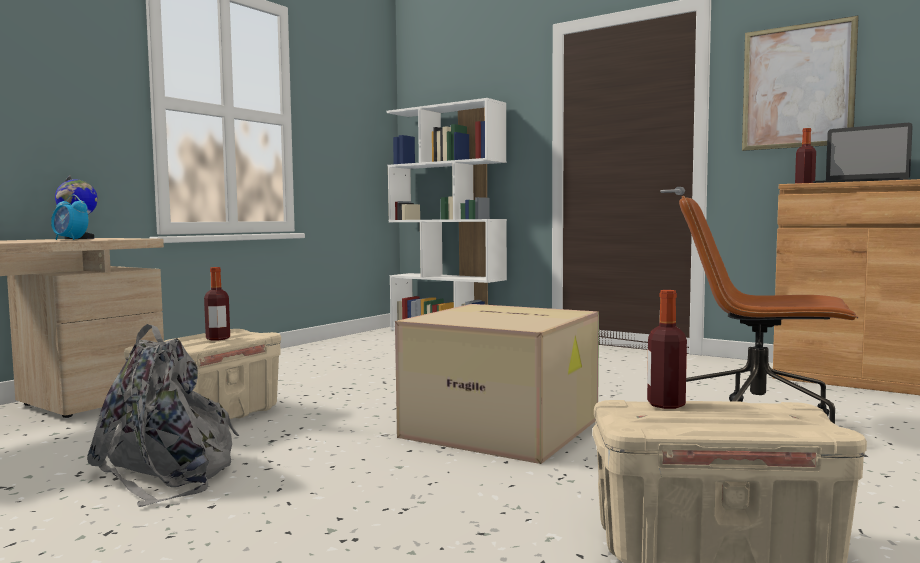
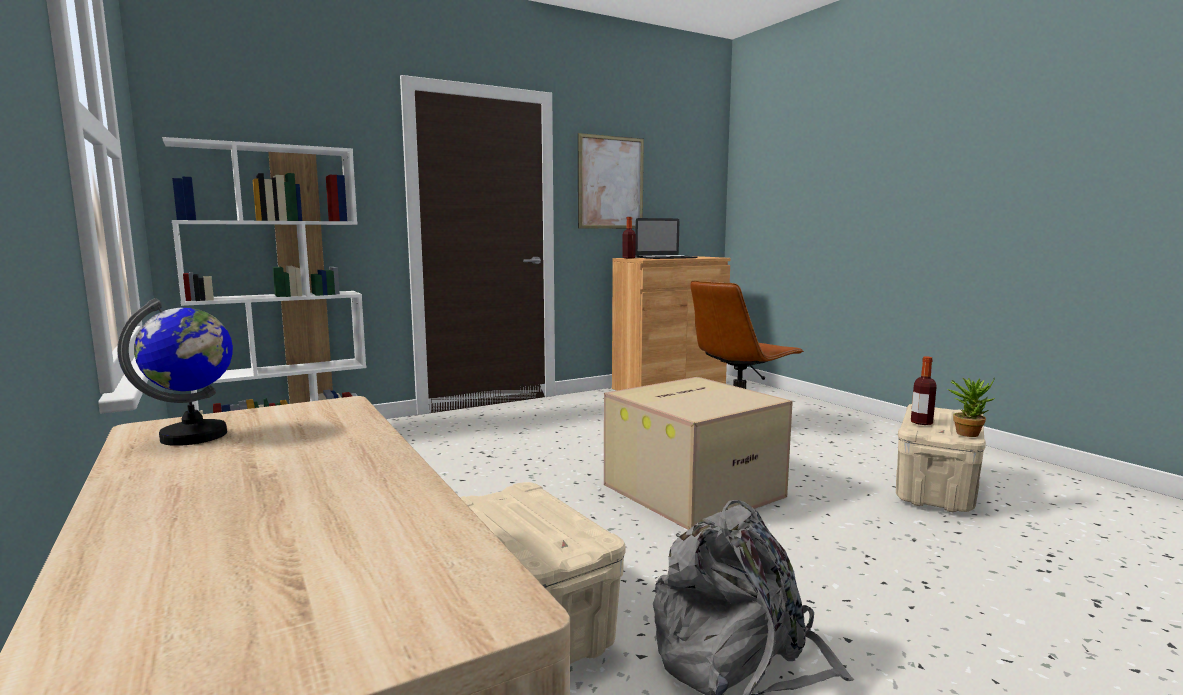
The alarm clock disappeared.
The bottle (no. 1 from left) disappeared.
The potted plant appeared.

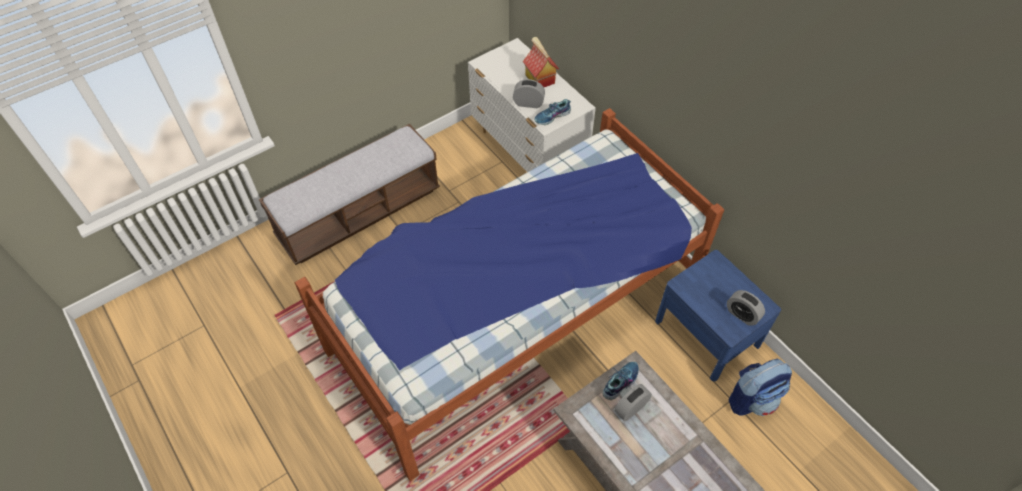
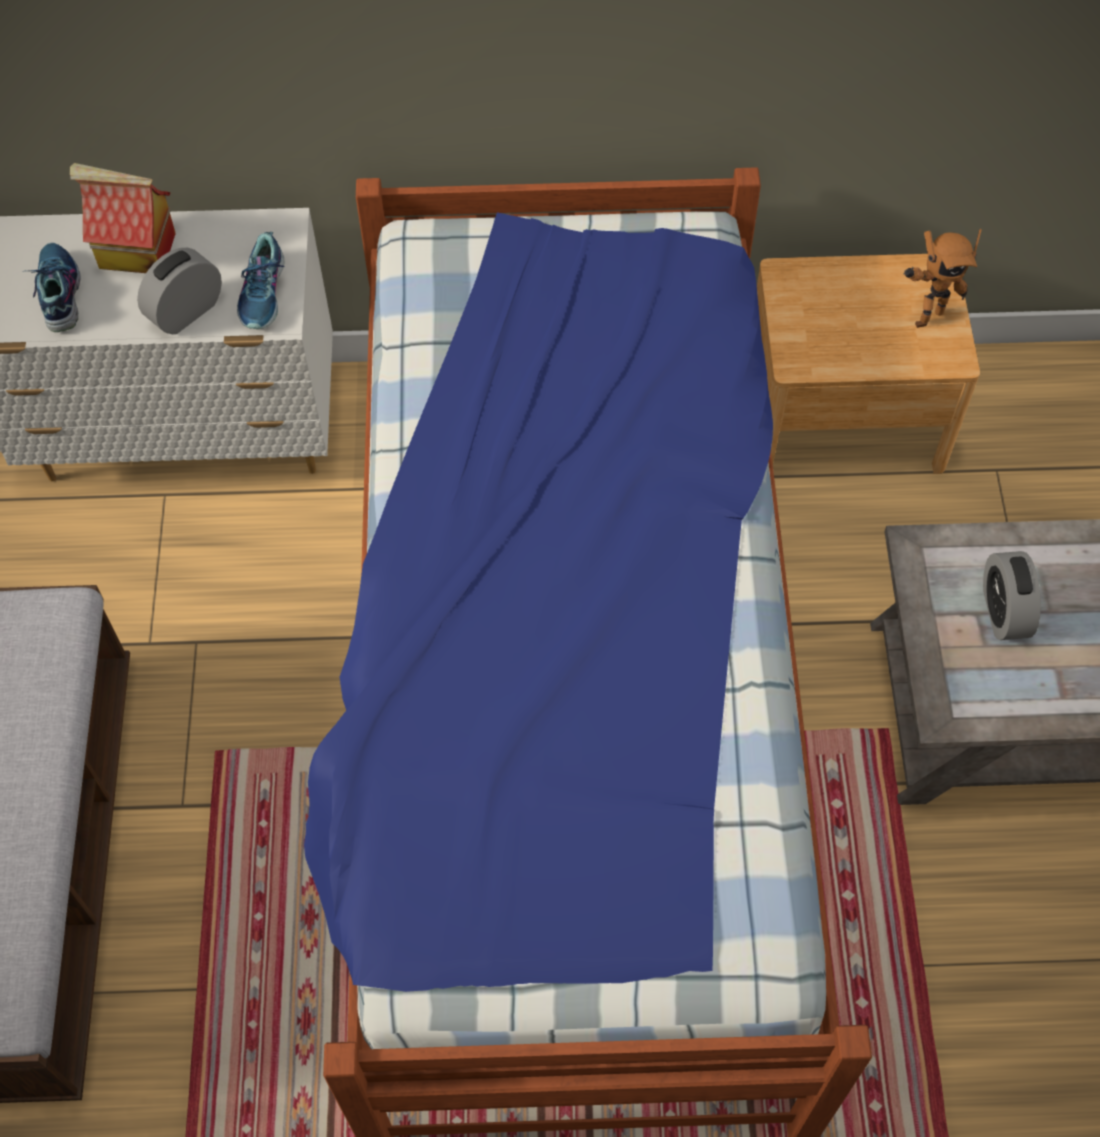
The nightstand/blue became the nightstand/brown.
The alarm clock (no. 3 from left) was replaced by the toy robot.
The backpack disappeared.
The shoe (no. 2 from left in the first image) moved.

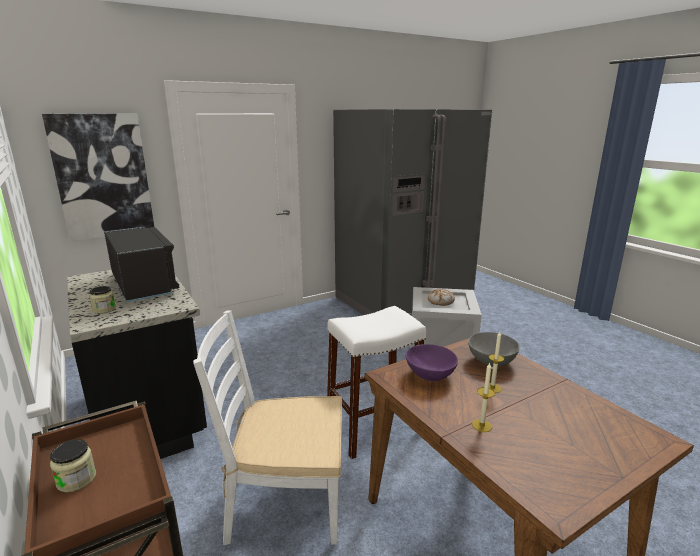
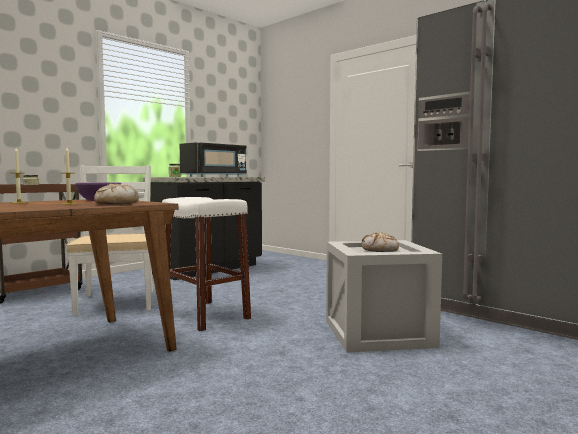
The picture disappeared.
The bowl/grey was replaced by the bread (no. 1 from left).

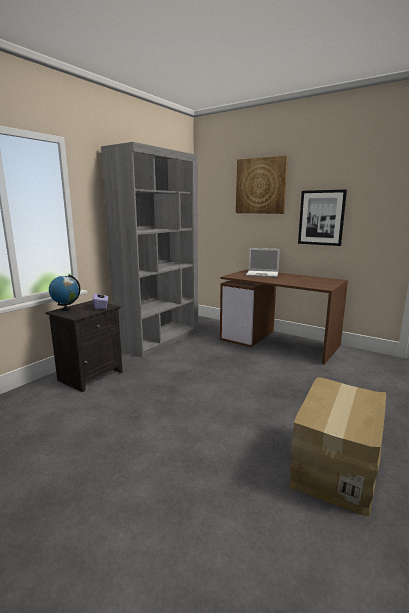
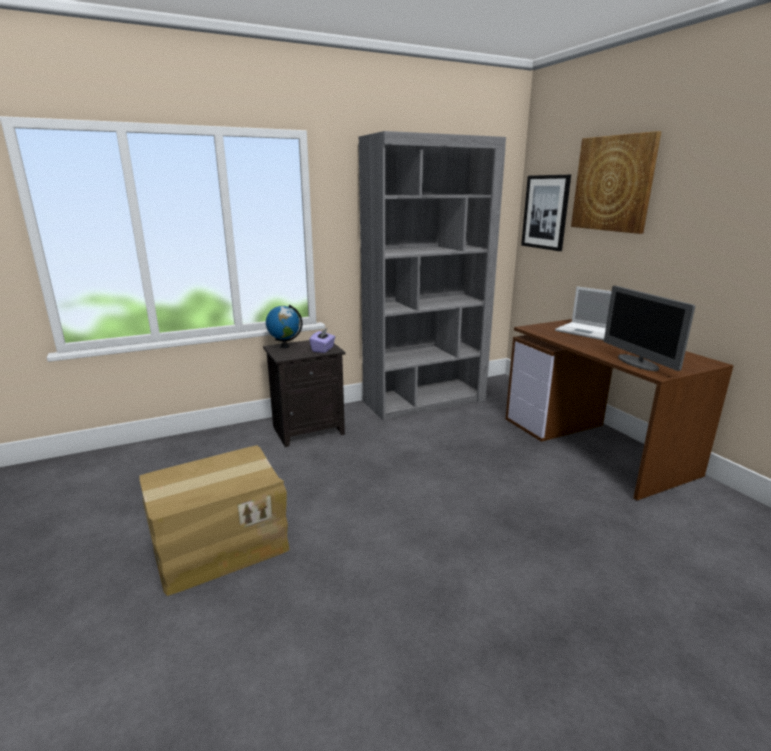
The picture (no. 2 from left in the first image) moved.
The cardboard box moved.
The monitor appeared.

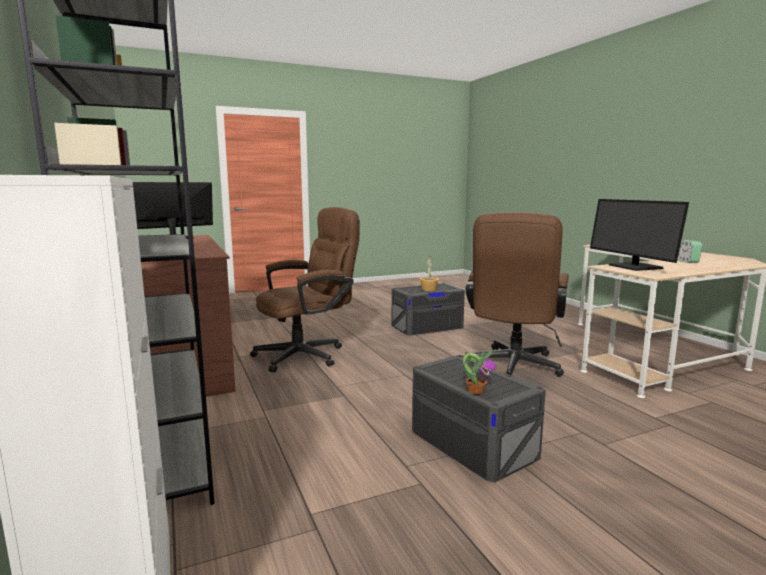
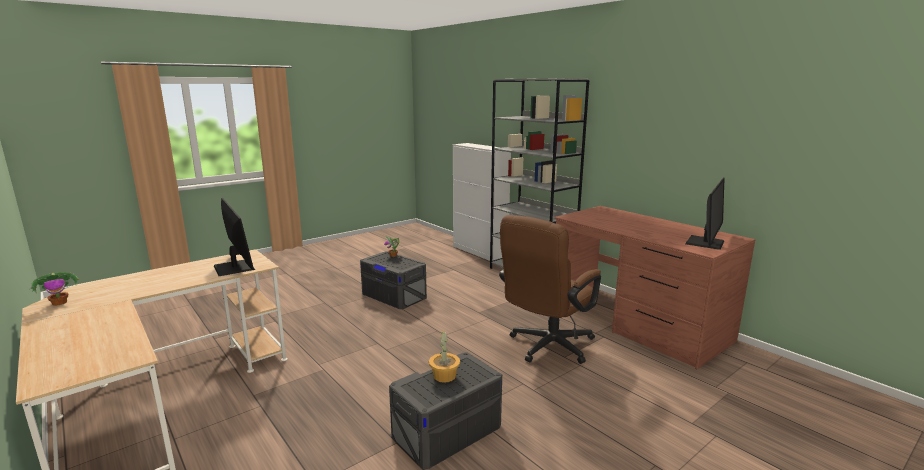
The office chair/brown (no. 2 from left) disappeared.
The alarm clock disappeared.
The potted plant (no. 1 from left) appeared.

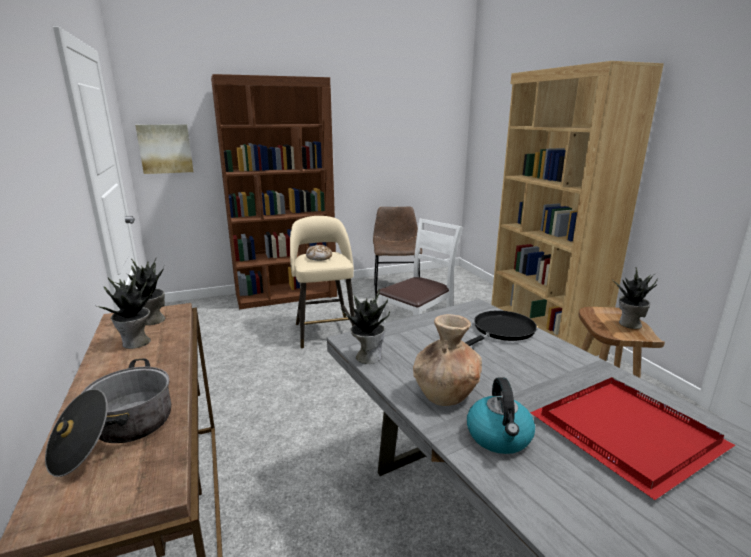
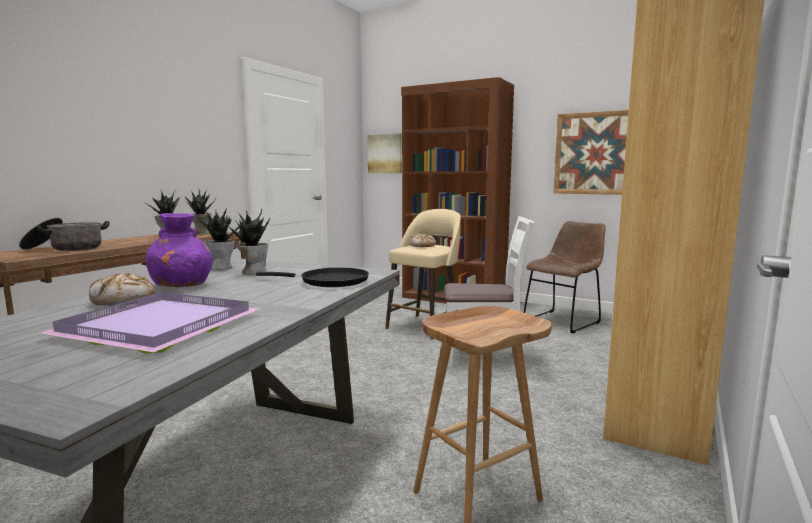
The potted plant (no. 4 from left) moved.
The vase/brown became the vase/purple.
The kettle was replaced by the bread (no. 1 from left).
The tray/red became the tray/purple.
The picture (no. 2 from left) appeared.

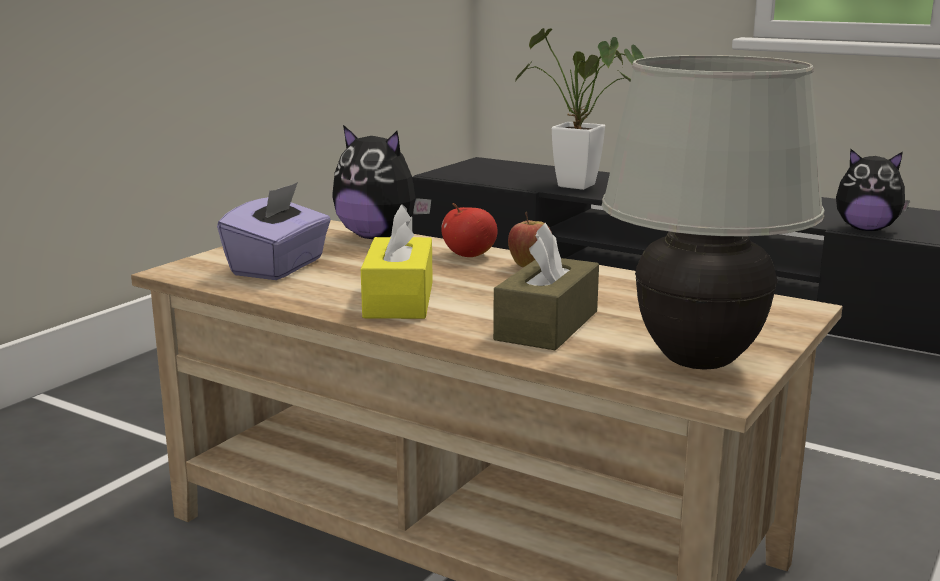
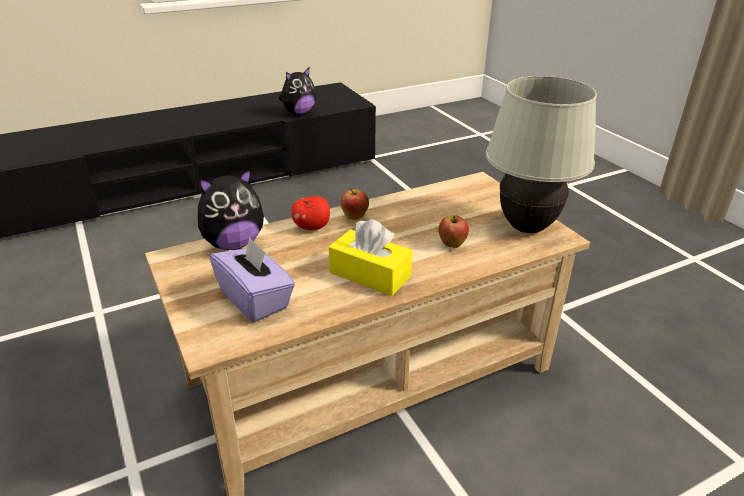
The potted plant disappeared.
The tissue box/brown was replaced by the apple (no. 3 from left).

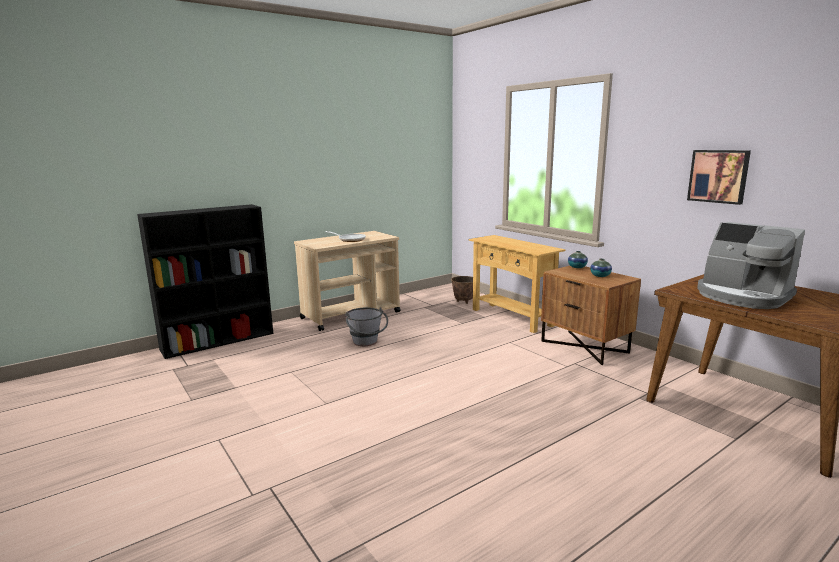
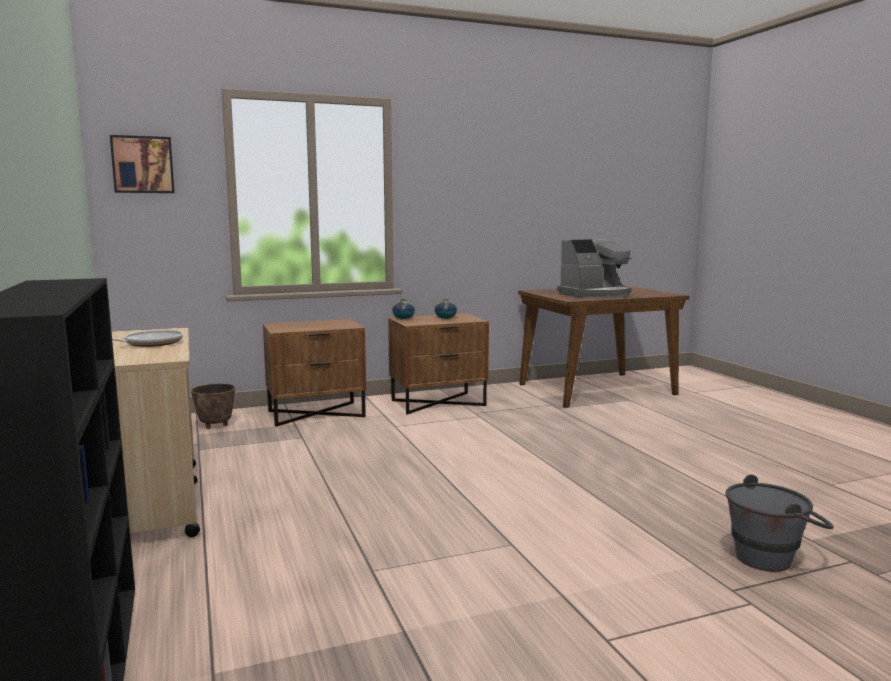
The picture moved.
The console table/beige was replaced by the nightstand/brown (no. 1 from left).
The bucket/grey moved.

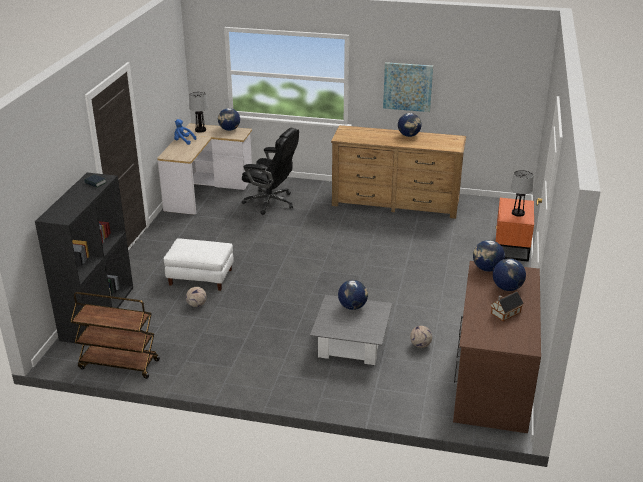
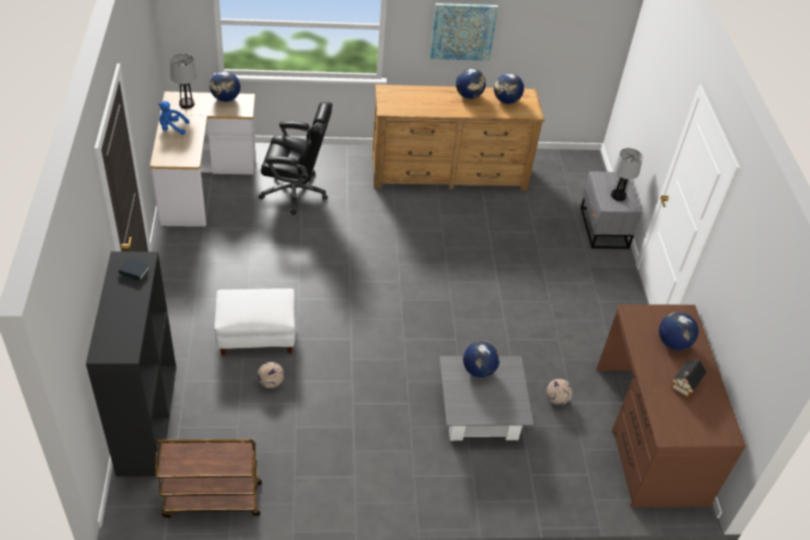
The nightstand/orange became the nightstand/grey.
The globe (no. 4 from left) moved.

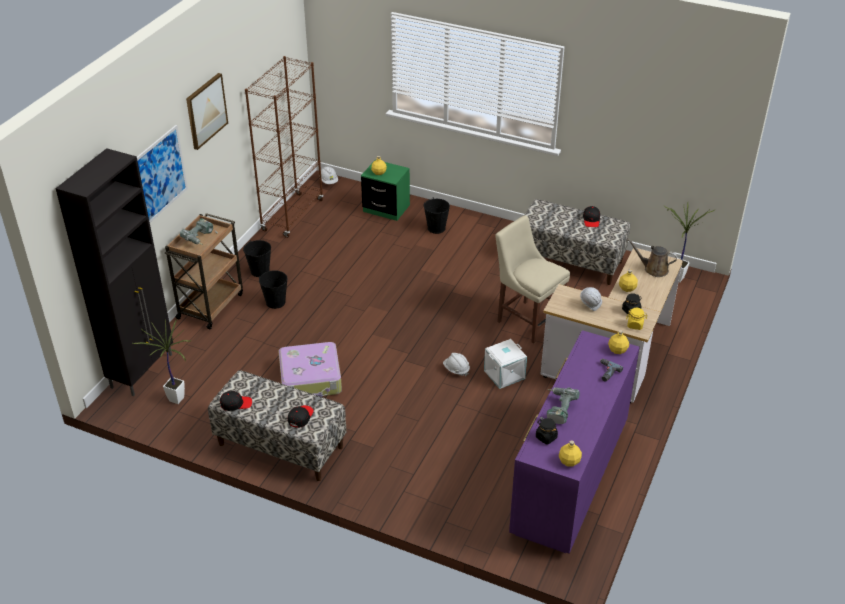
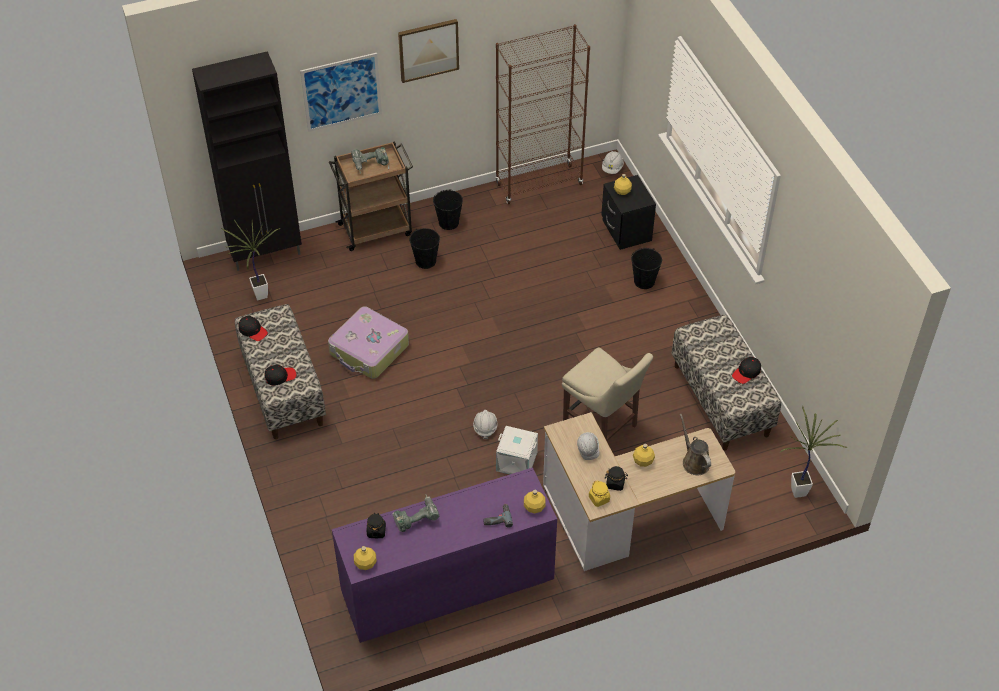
The nightstand/green became the nightstand/black.
The chair/beige turned 135 degrees clockwise.

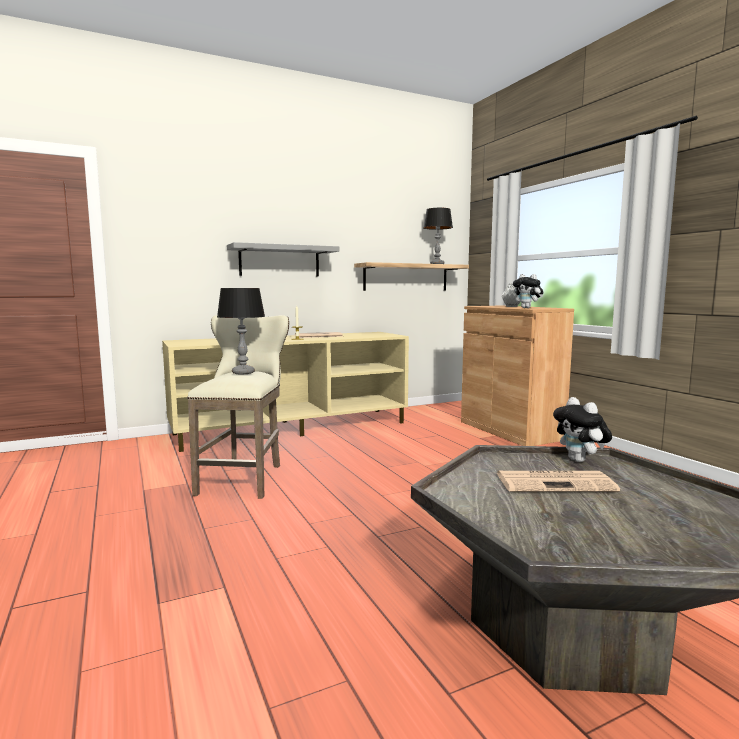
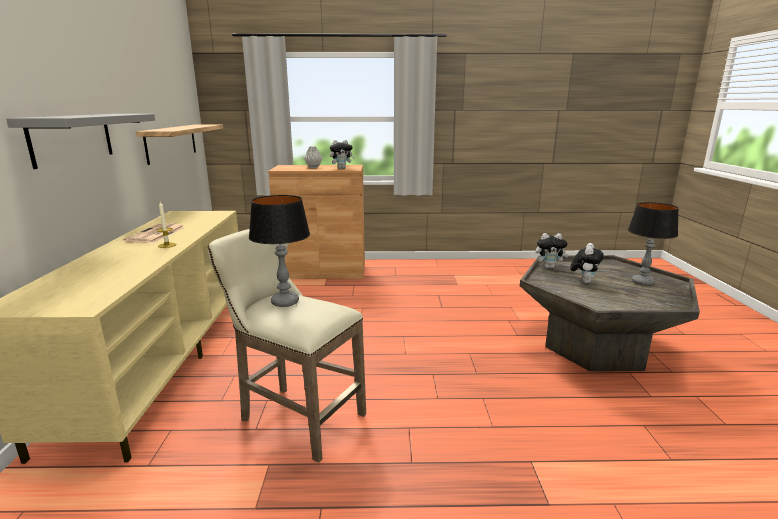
The table lamp (no. 2 from left) moved.
The newspaper (no. 2 from left) was replaced by the plush toy (no. 3 from left).

